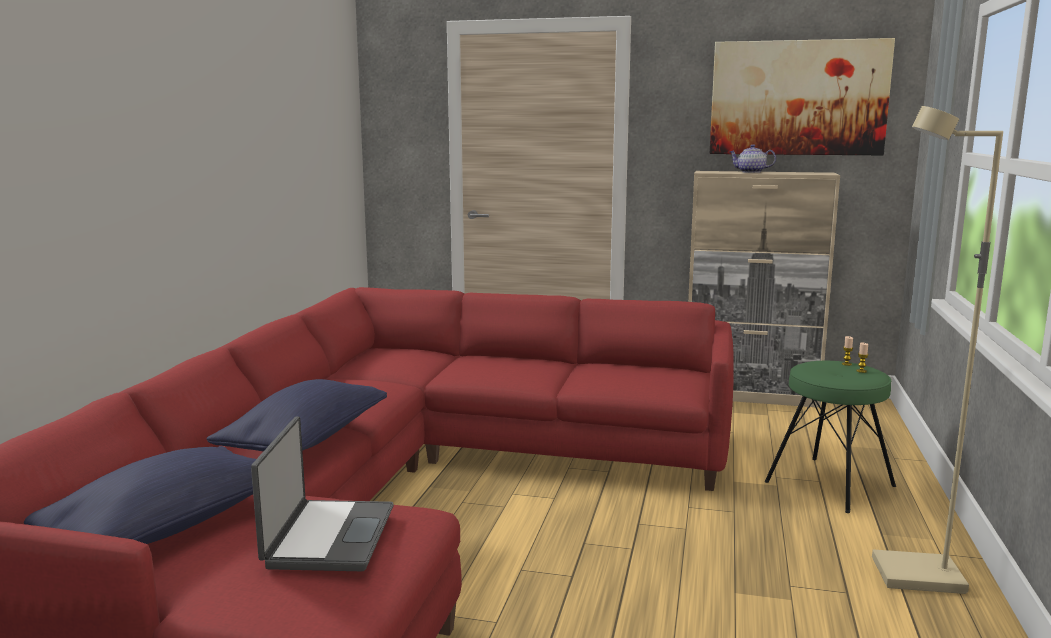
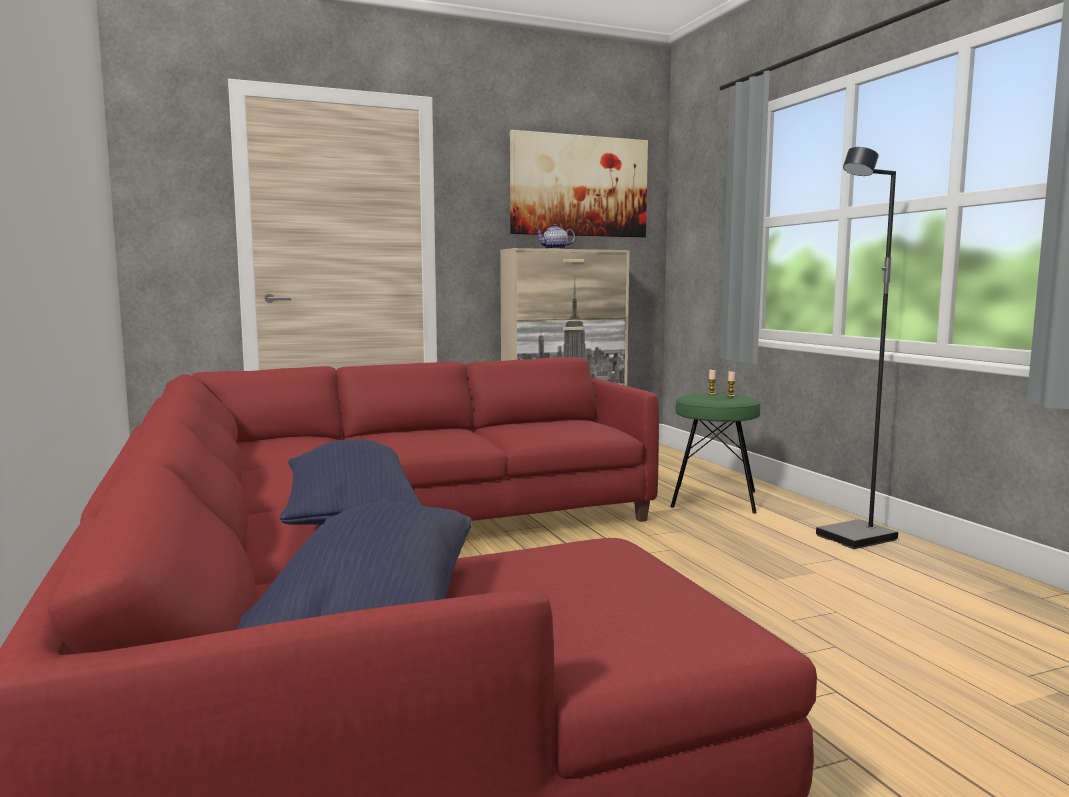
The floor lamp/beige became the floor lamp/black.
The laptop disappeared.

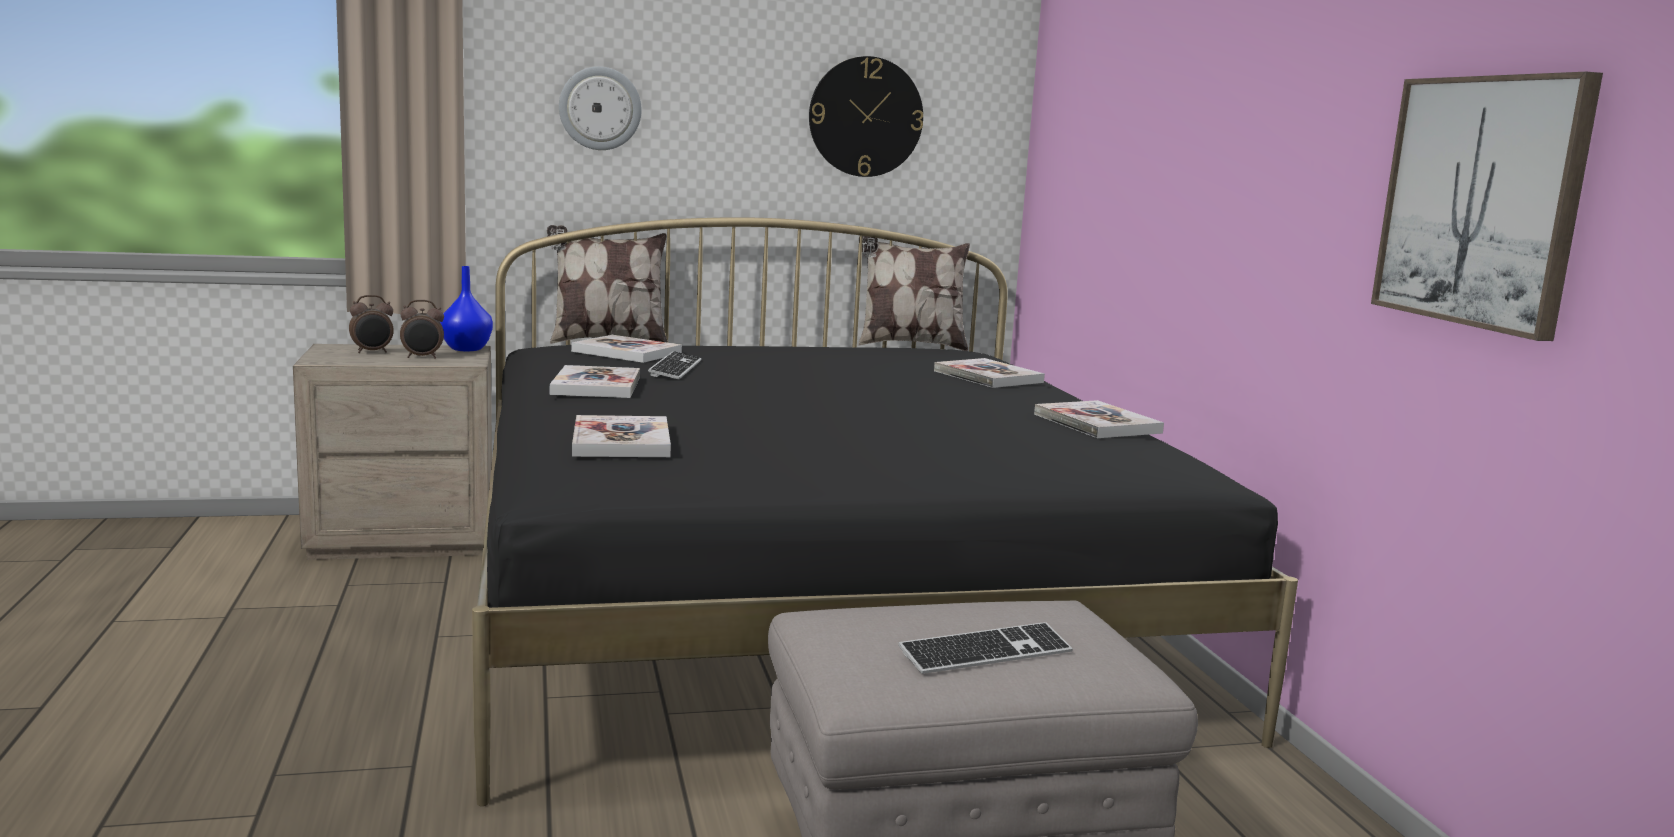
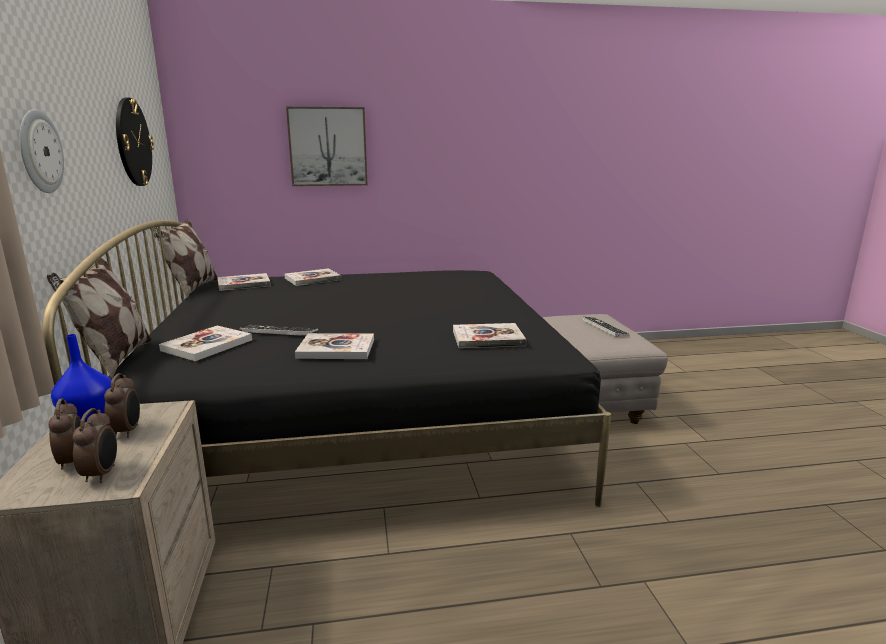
The picture moved.
The book (no. 5 from left in the first image) moved.
The alarm clock (no. 2 from left) appeared.

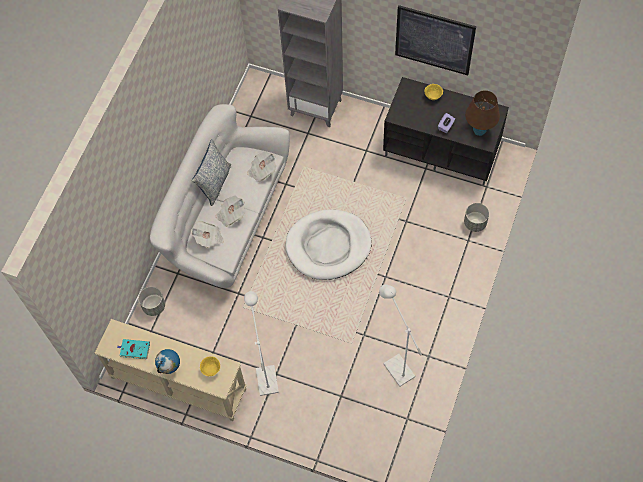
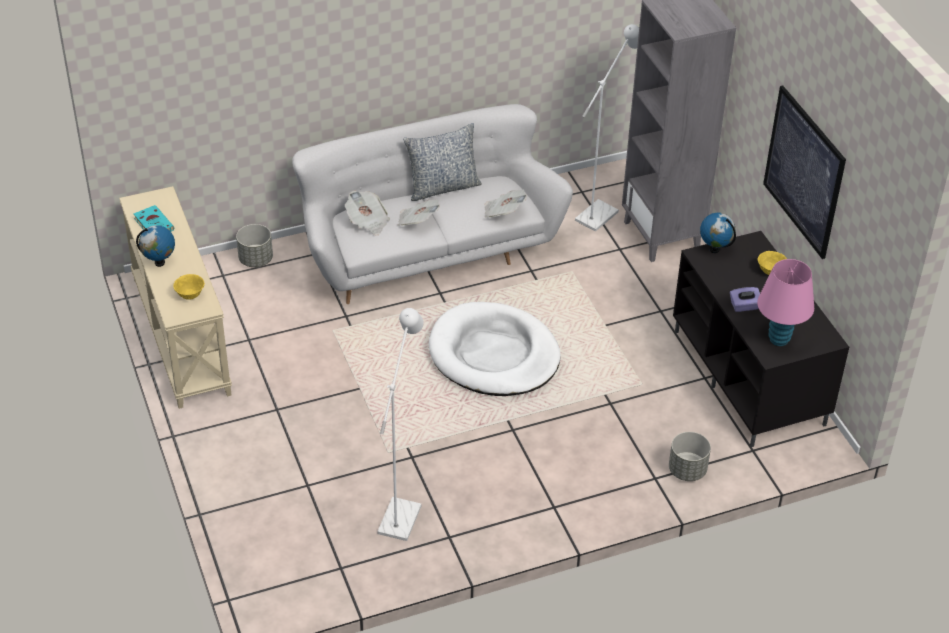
The table lamp/brown became the table lamp/pink.
The floor lamp/white (no. 1 from left in the first image) moved.
The globe (no. 2 from left) appeared.

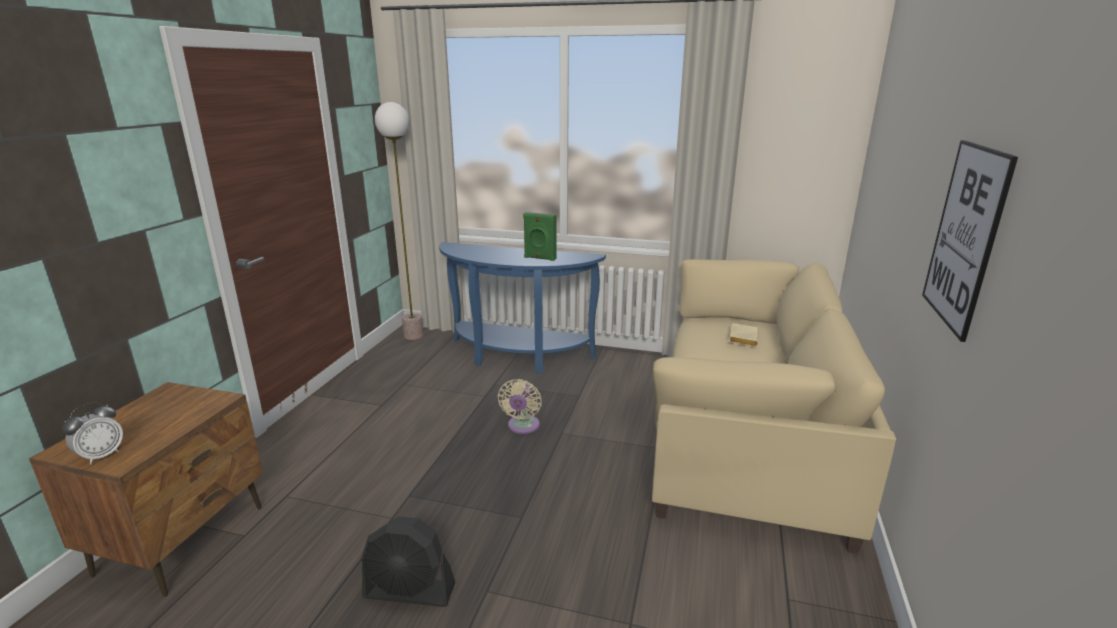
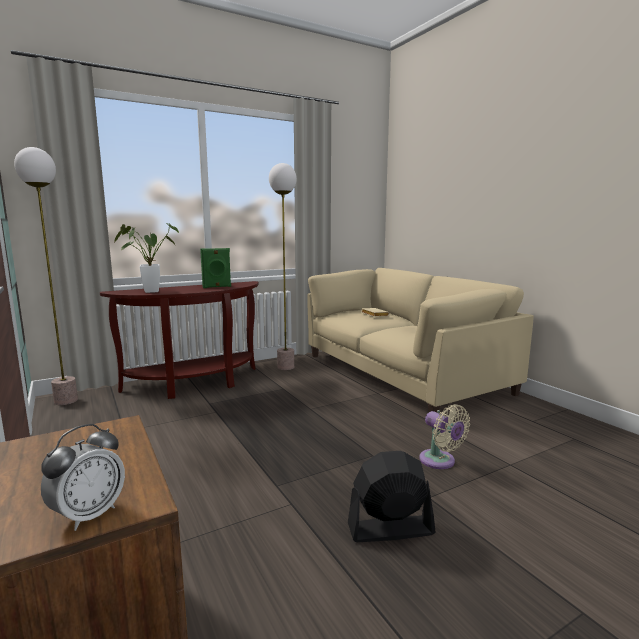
The picture disappeared.
The console table/blue became the console table/brown.
The fan/beige moved.
The alarm clock turned 45 degrees clockwise.
The fan/black turned 150 degrees counterclockwise.
The floor lamp (no. 2 from left) appeared.
The potted plant appeared.

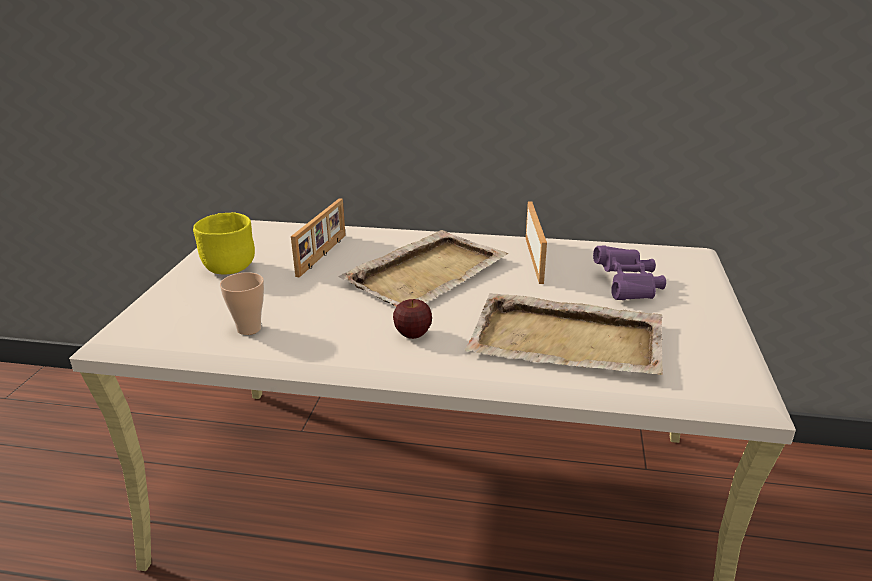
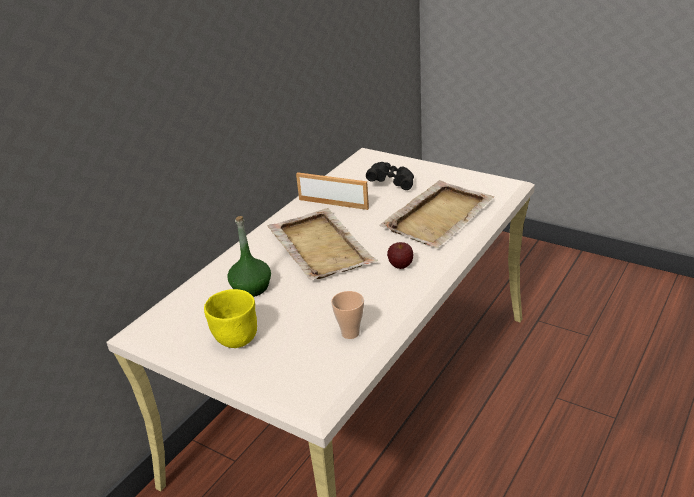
The picture frame (no. 1 from left) was replaced by the bottle/green.
The binoculars/purple became the binoculars/black.

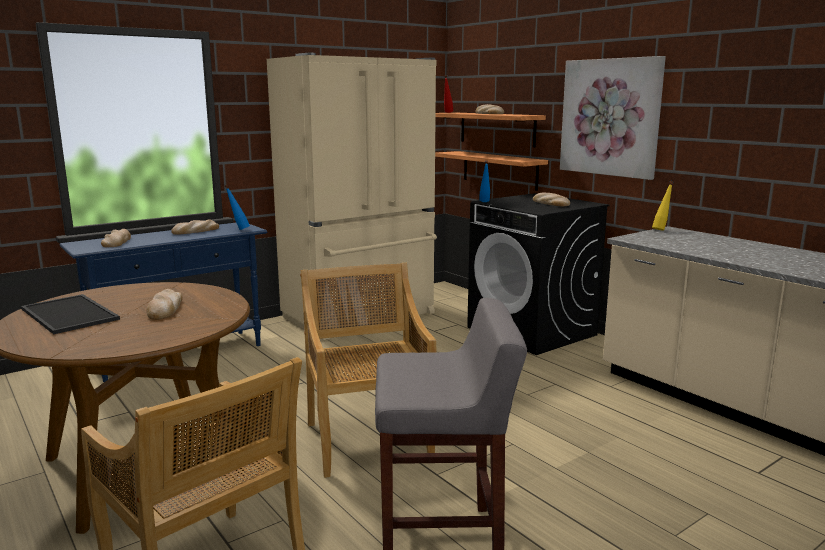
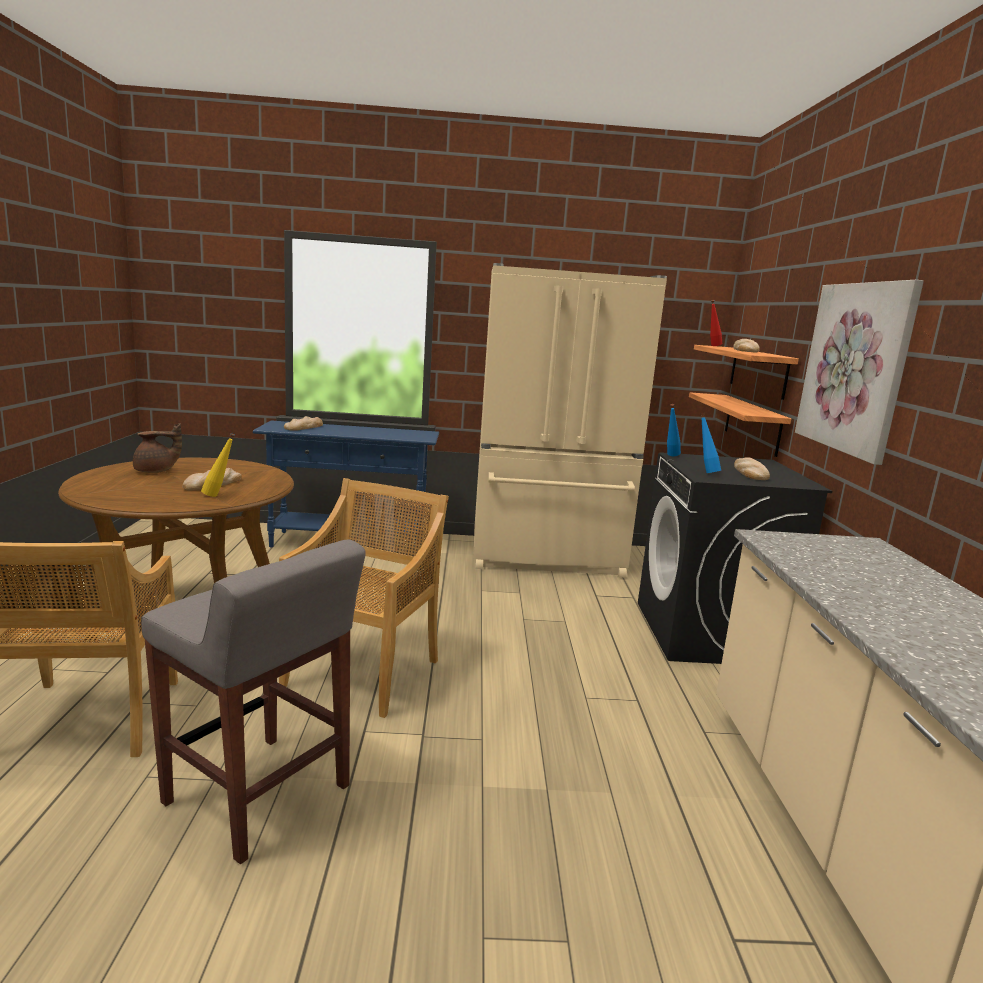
The bottle/yellow moved.
The bottle/blue (no. 1 from left in the first image) moved.
The bread (no. 3 from left) disappeared.
The tray was replaced by the teapot/brown.

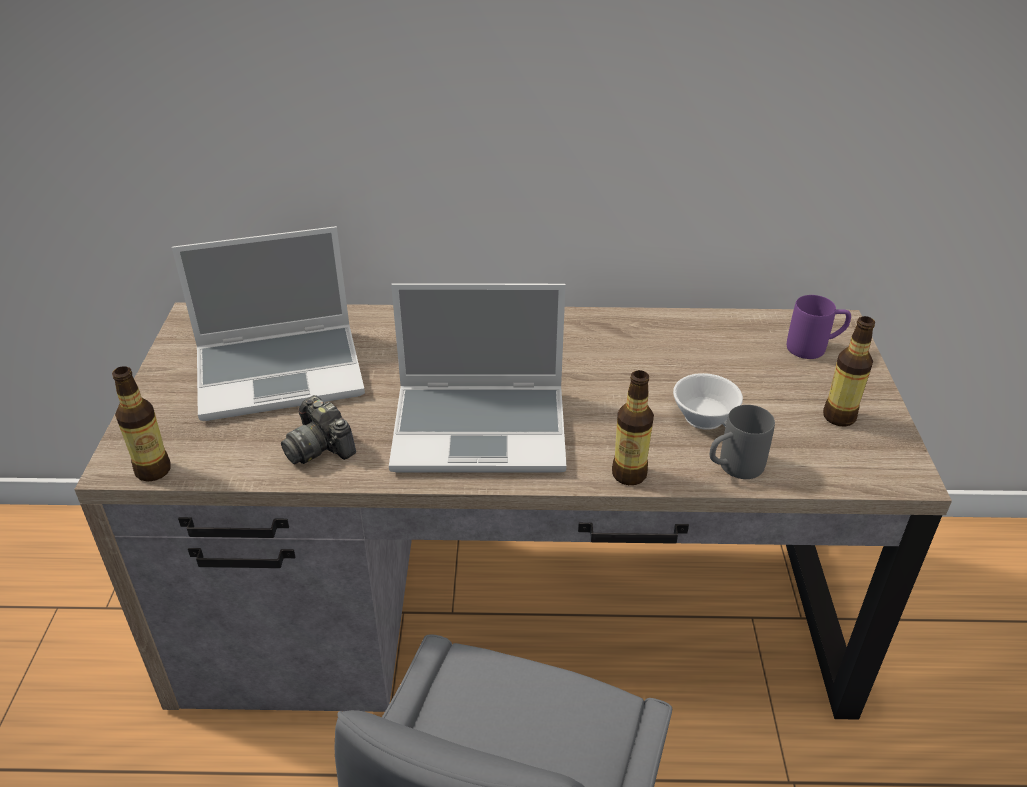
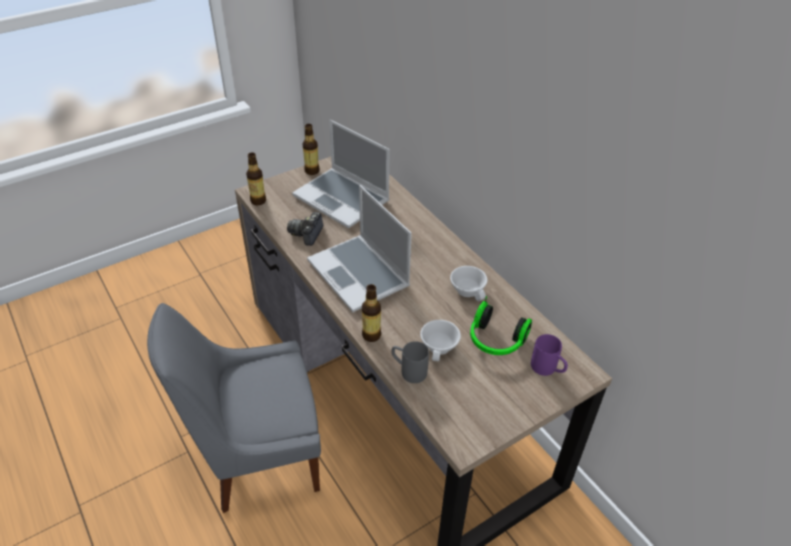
The bottle (no. 3 from left in the first image) moved.
The cup/white (no. 2 from left) appeared.
The headphones appeared.

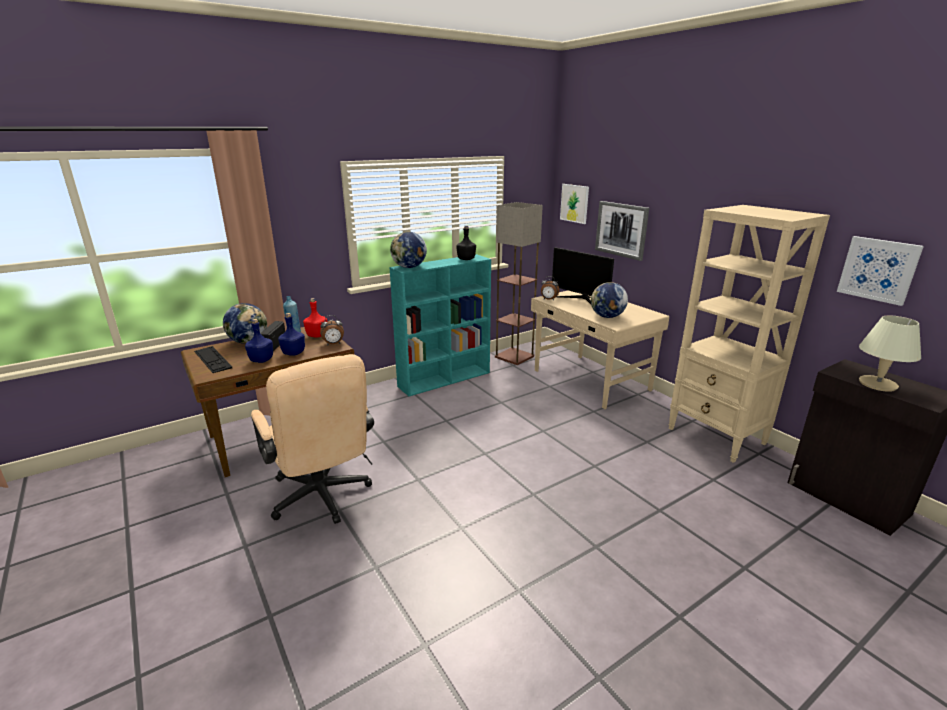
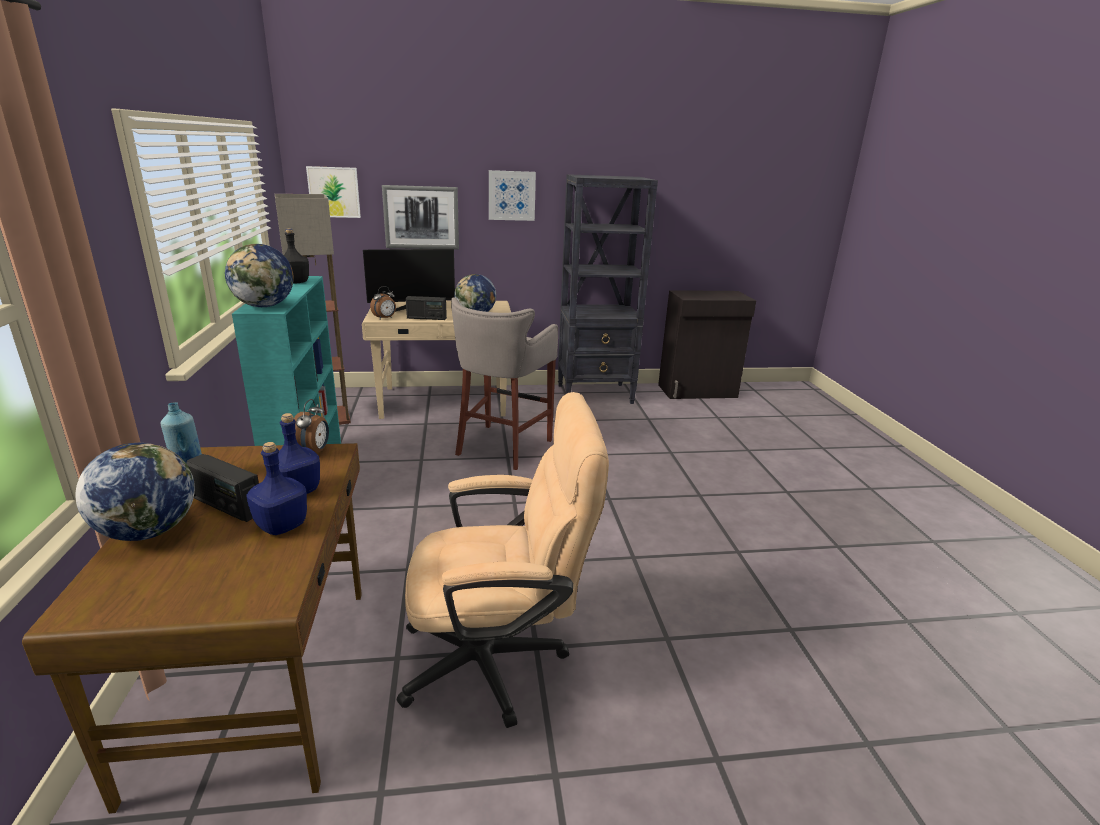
The bookcase/beige became the bookcase/black.
The picture (no. 3 from left) moved.
The bottle/red disappeared.
The table lamp/beige disappeared.
The keyboard disappeared.
The radio (no. 2 from left) appeared.
The stool/grey appeared.

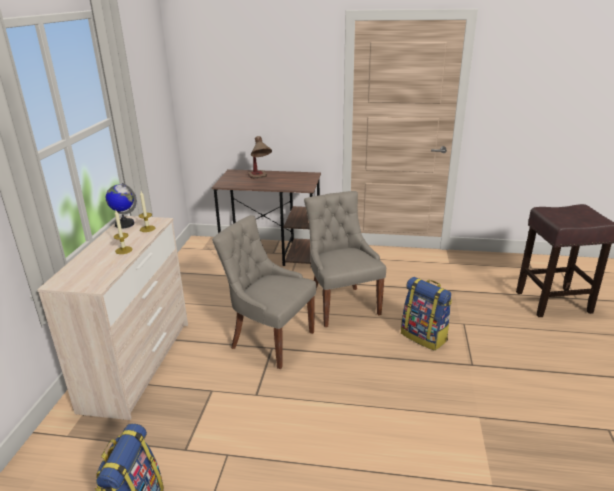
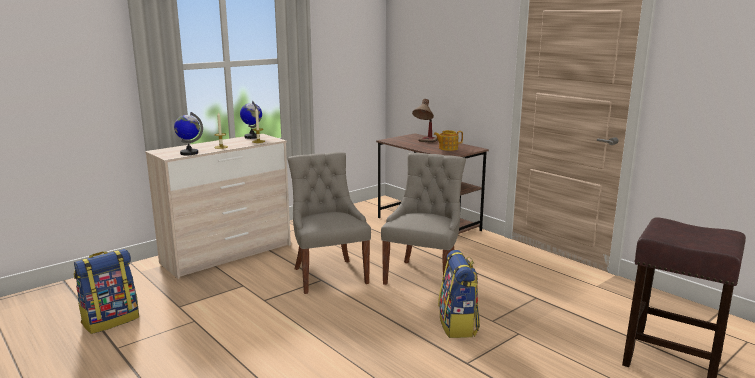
The globe (no. 1 from left) appeared.
The teapot appeared.

